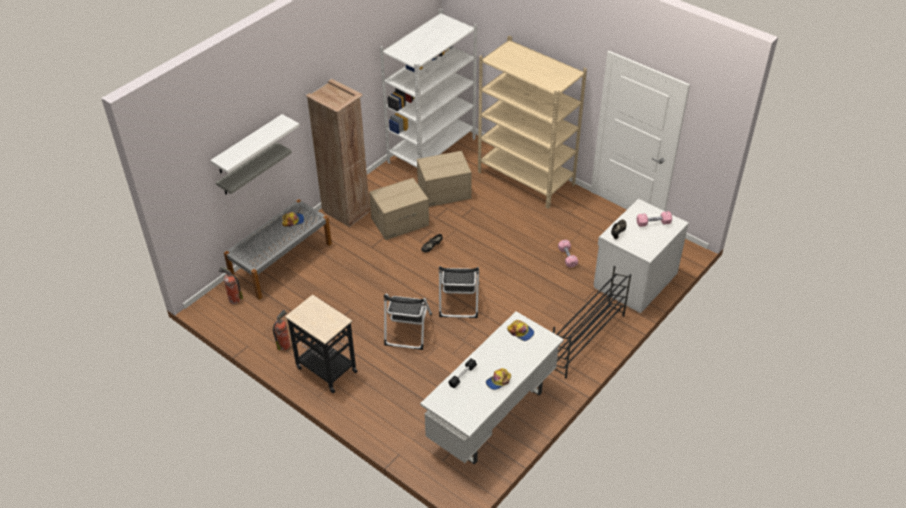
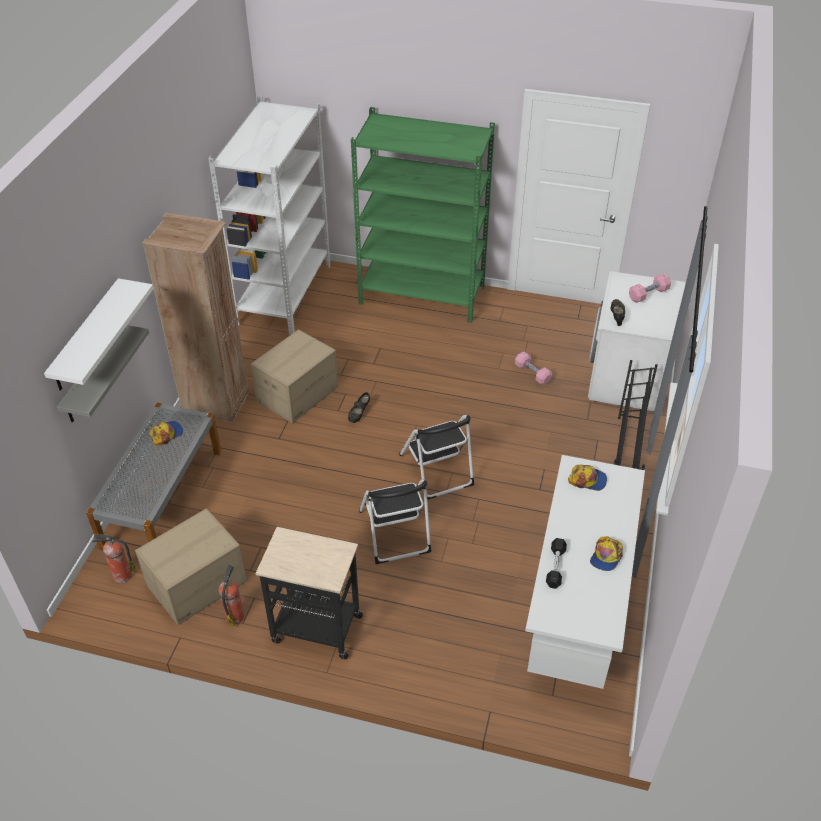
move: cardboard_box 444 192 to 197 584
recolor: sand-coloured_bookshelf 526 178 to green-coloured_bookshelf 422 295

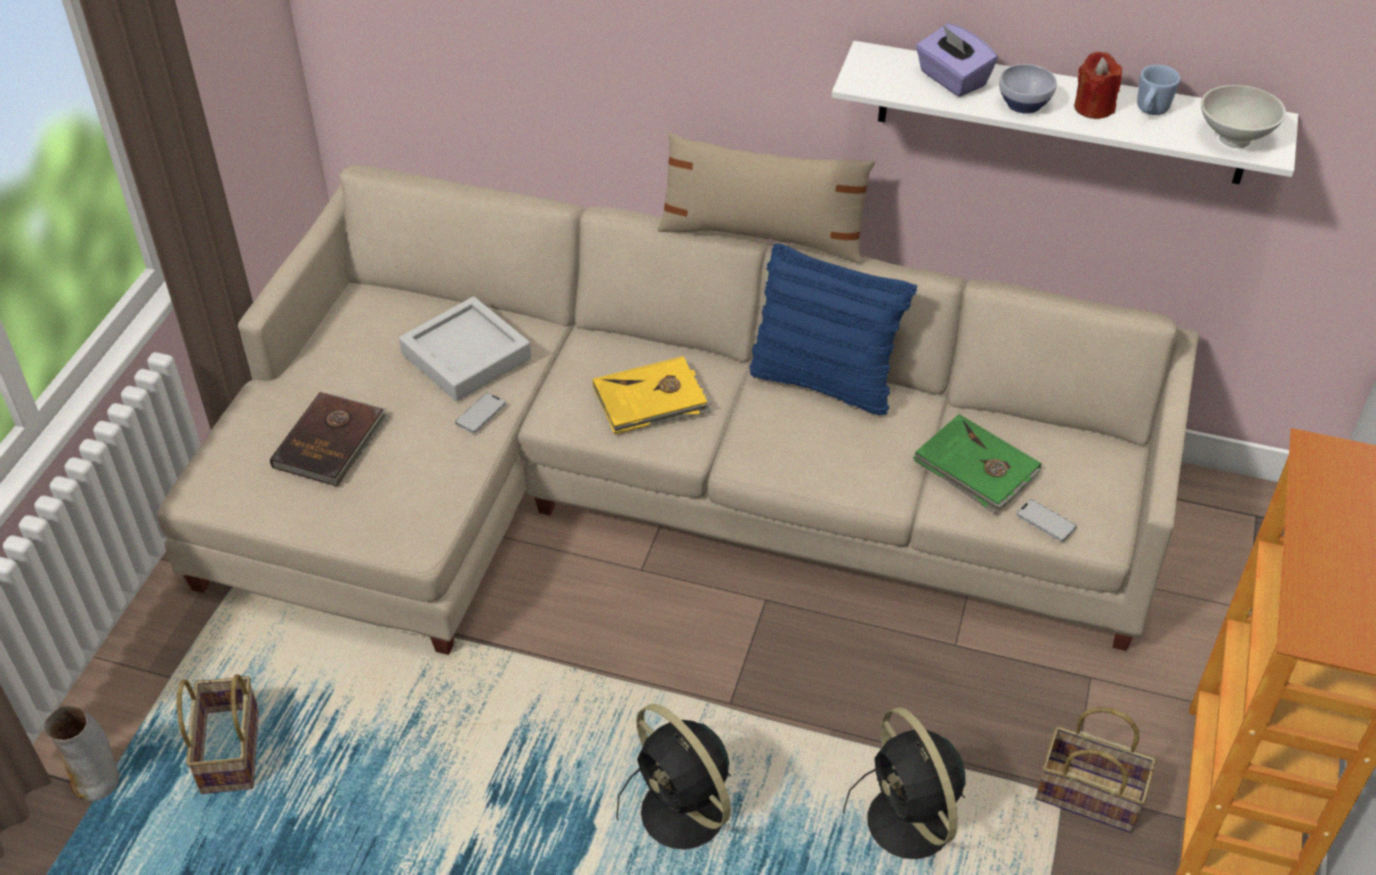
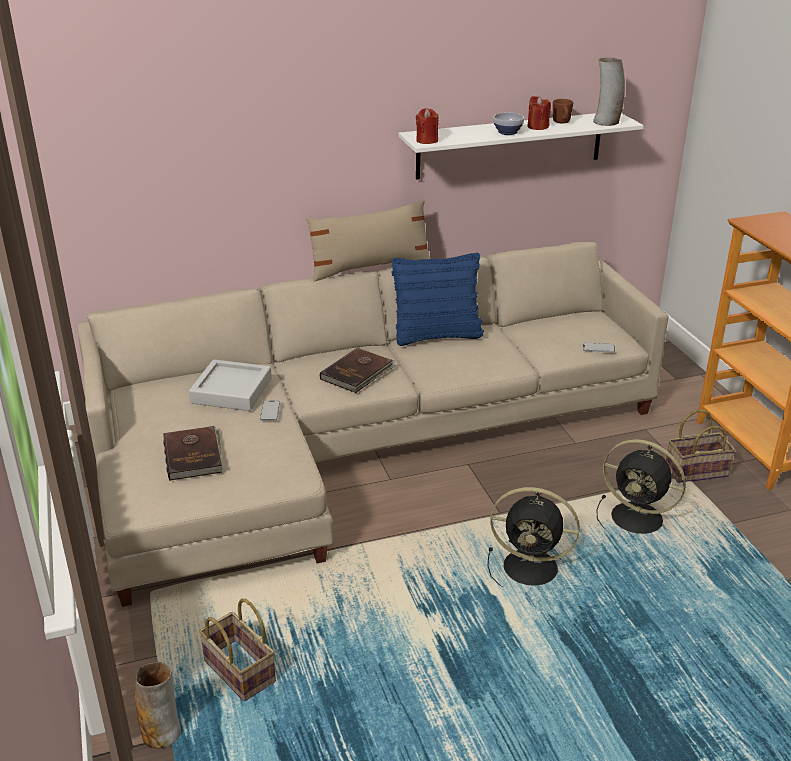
delete: purple-coloured_tissue_box 952 79; green-coloured_book 976 468
insert: red-coloured_wax_light 427 140
replace: white-coloured_serving_bowl 1232 139 to flower_vase 606 122
recolor: blue_mug 1150 111 to brownish_mug 562 123; yellowish_book 651 400 to brownish_book 358 373

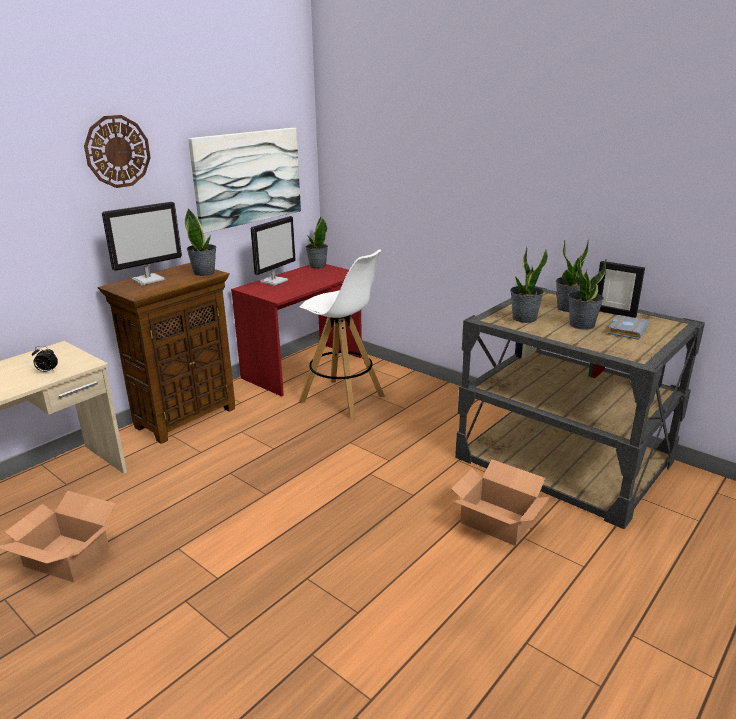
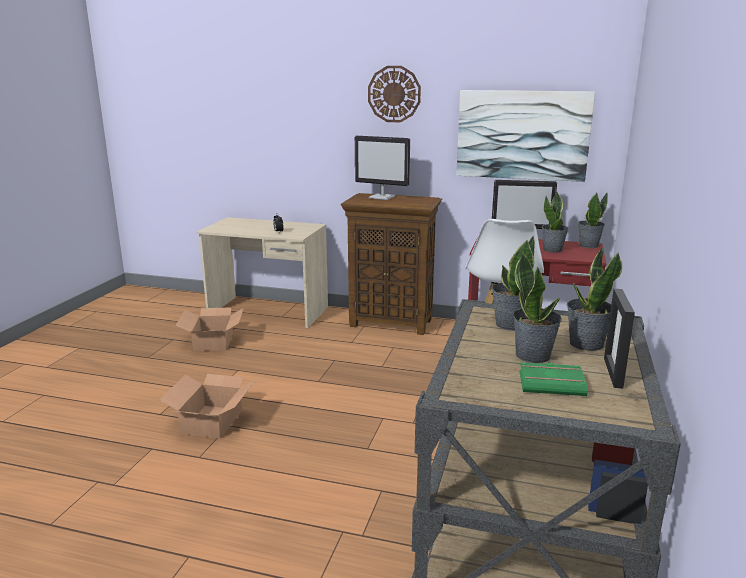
move: potted_plant 204 272 to 552 250; cardboard_box 497 521 to 213 421
recolor: gray_book 626 330 to green-coloured_book 552 383

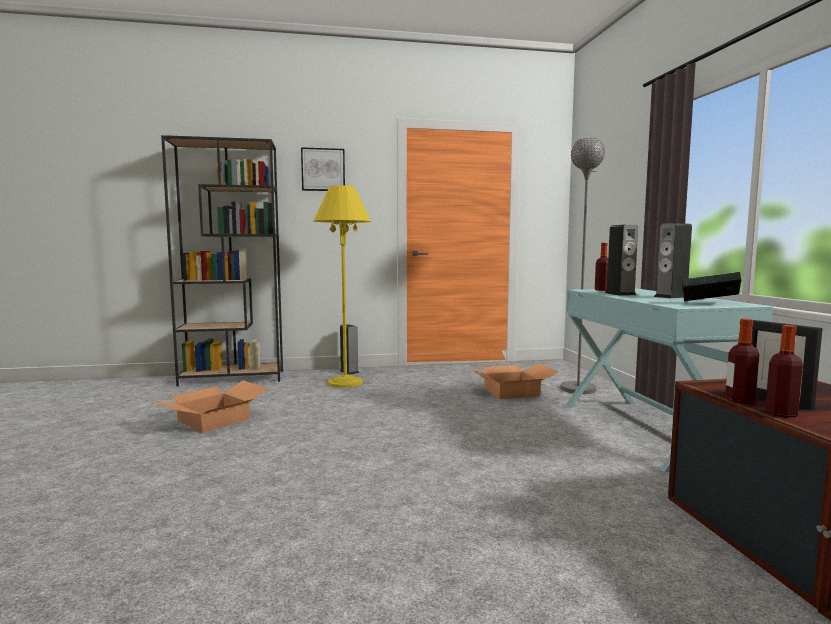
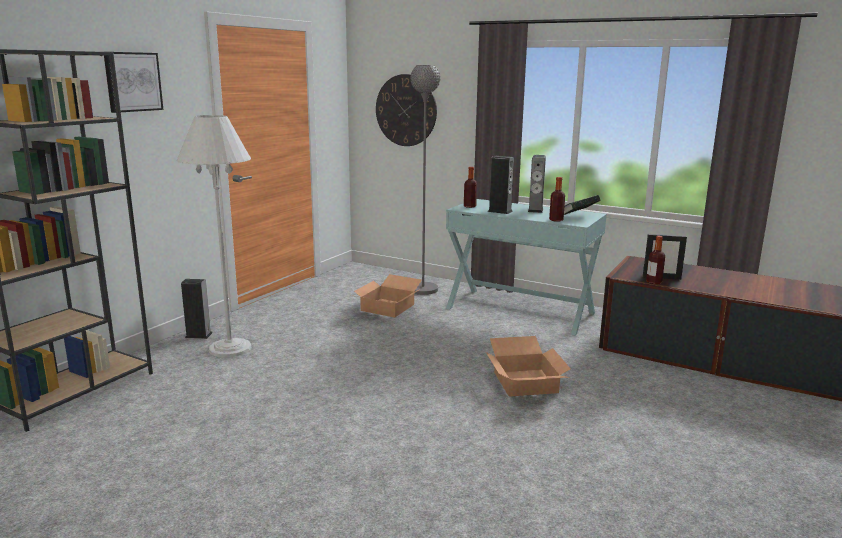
insert: wall_clock 406 110
move: beverage_bottle 781 413 to 556 220; cardboard_box 213 420 to 526 382
recolor: yellowish_standing_lamp 345 382 to white-coloured_standing_lamp 230 348

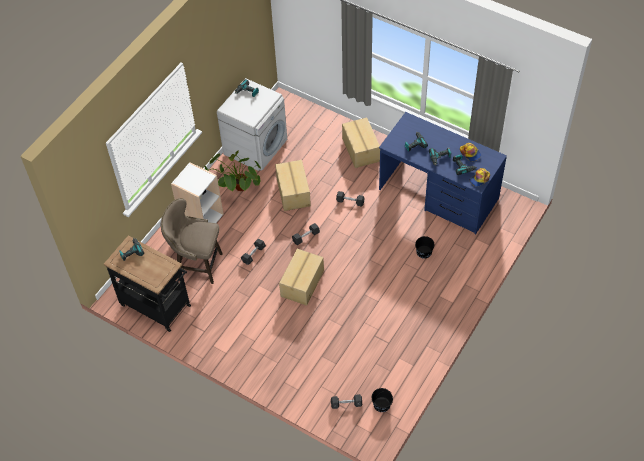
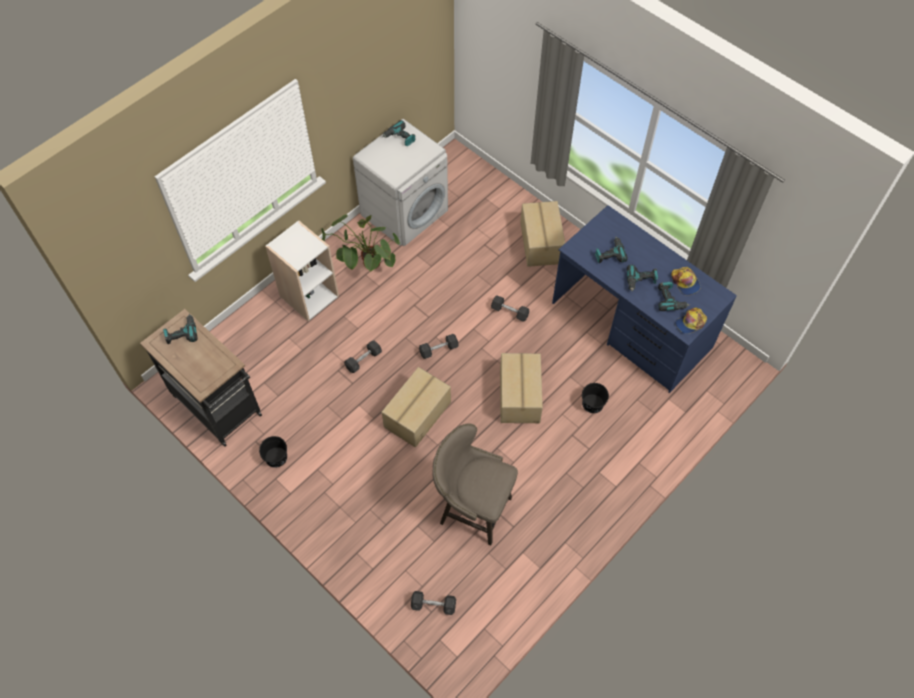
move: cardboard_box 294 192 to 520 395; sand-coloured_stool 197 265 to 472 509; black-coloured_pail 381 404 to 276 457

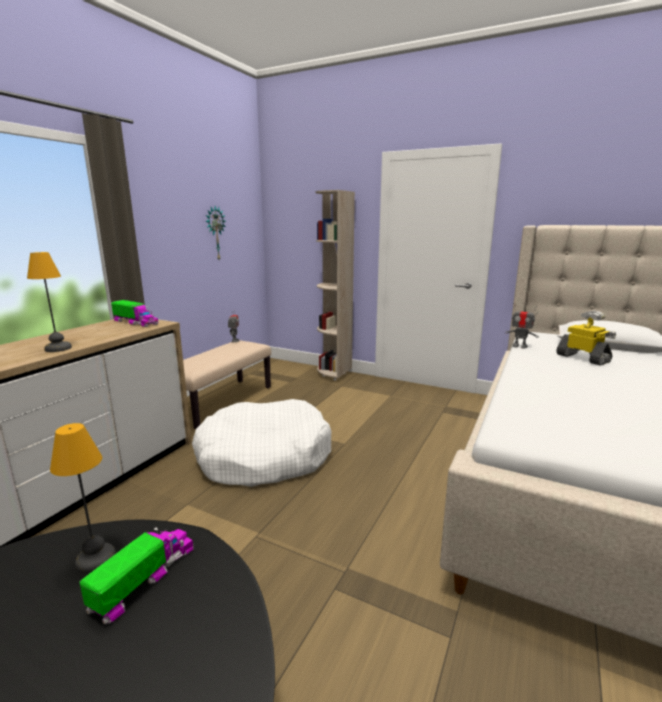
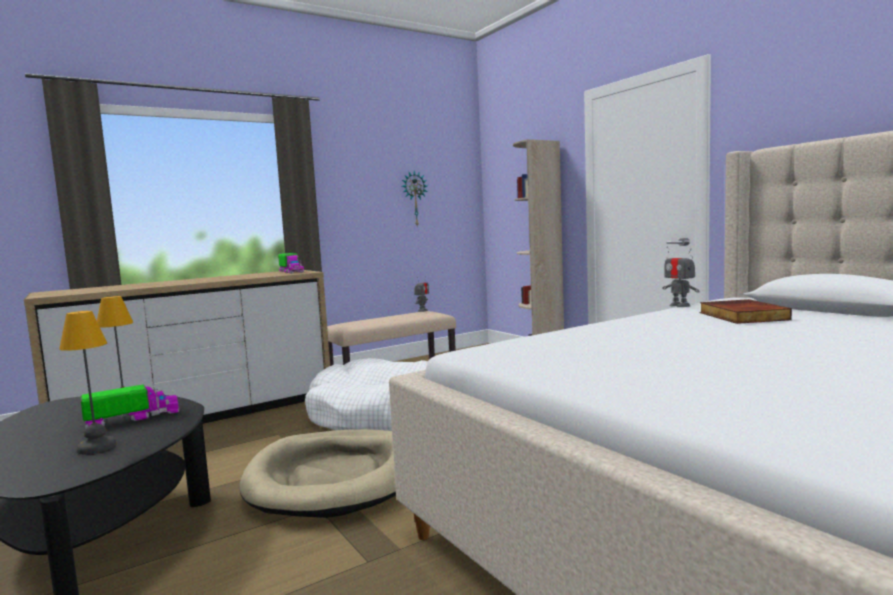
insert: sand-coloured_dog_cushion 334 478
move: table_lamp 58 348 to 96 448
replace: toy_robot 583 358 to book 741 316

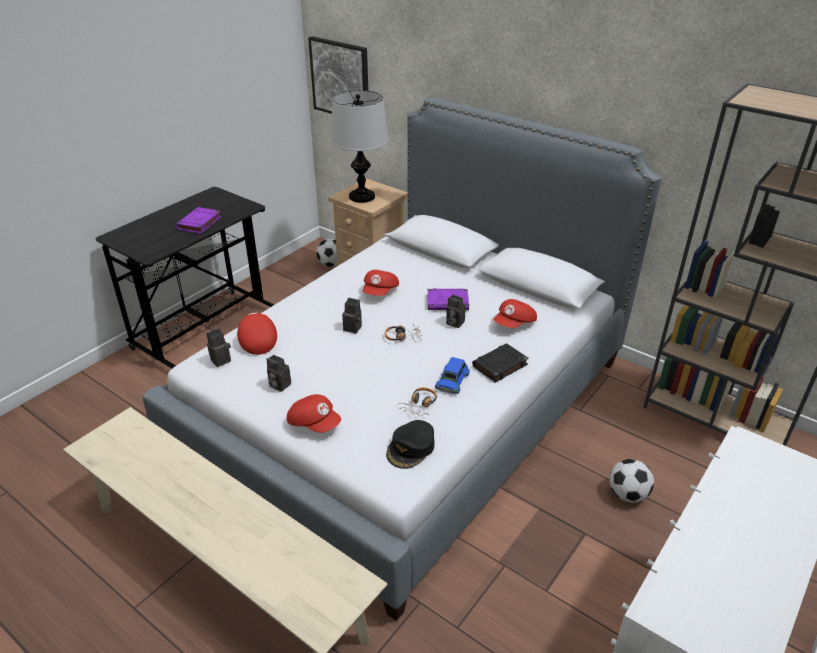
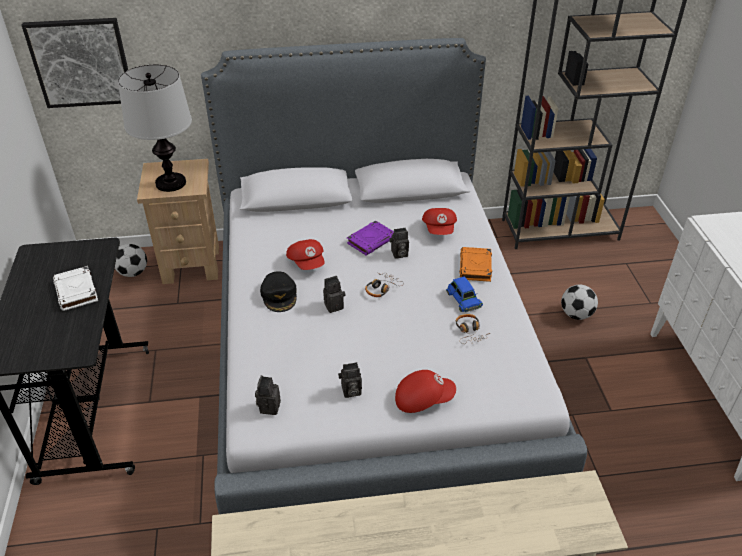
delete: red-coloured_baseball_cap 257 340
move: black-coloured_baseball_cap 411 448 to 279 295
recolor: purple-coloured_book 199 223 to white-coloured_book 76 291; black-coloured_book 499 366 to orange-coloured_book 475 267

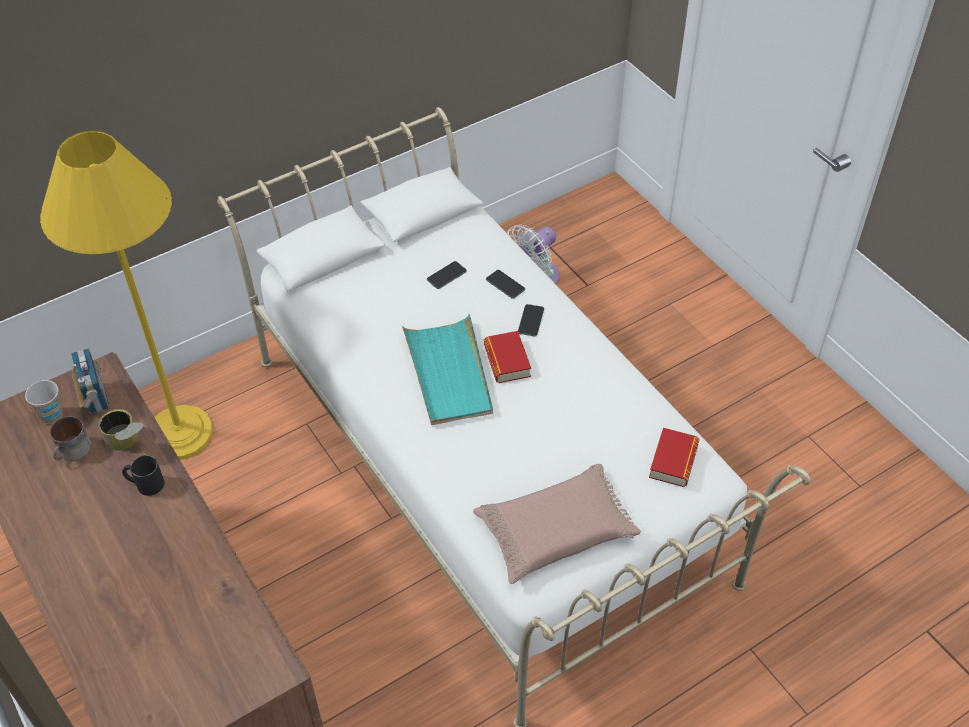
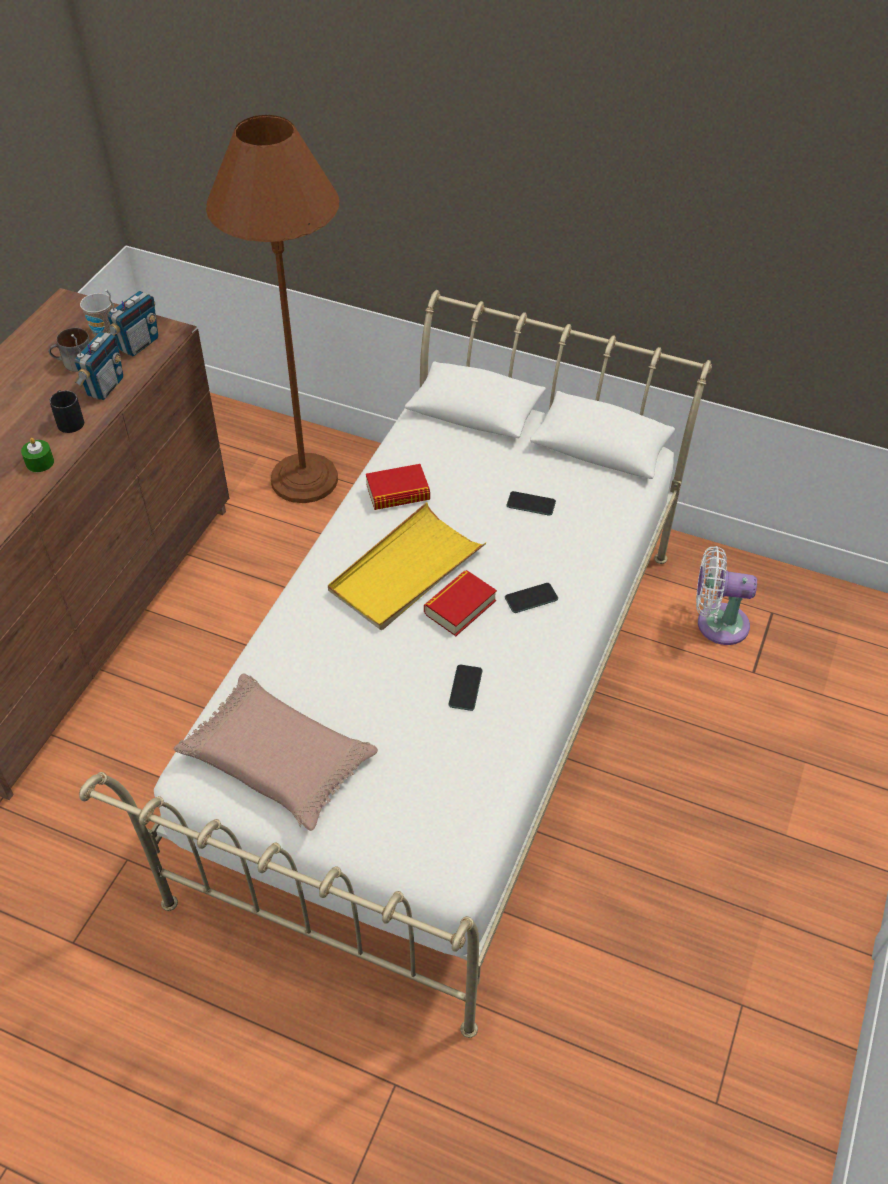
insert: green-coloured_wax_light 40 462
move: handset 505 284 to 465 688; book 673 461 to 398 493
replace: sealed_can 127 443 to radio_set 105 387
recolor: yellowish_standing_lamp 180 433 to brownish_standing_lamp 304 479; turquoise-coloured_carrying_tray 449 373 to yellowish_carrying_tray 405 571

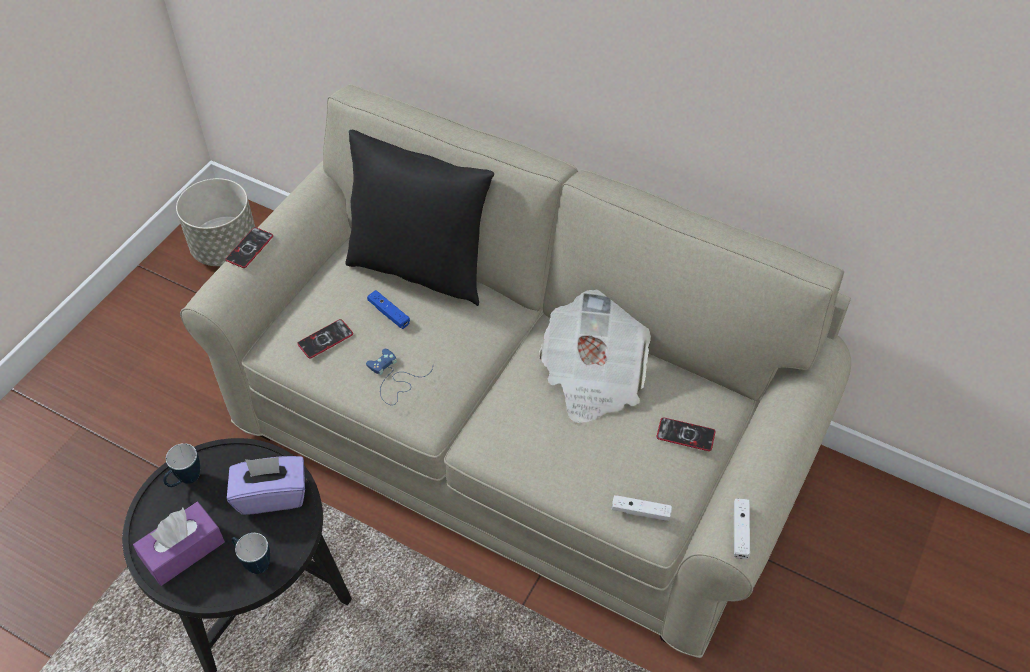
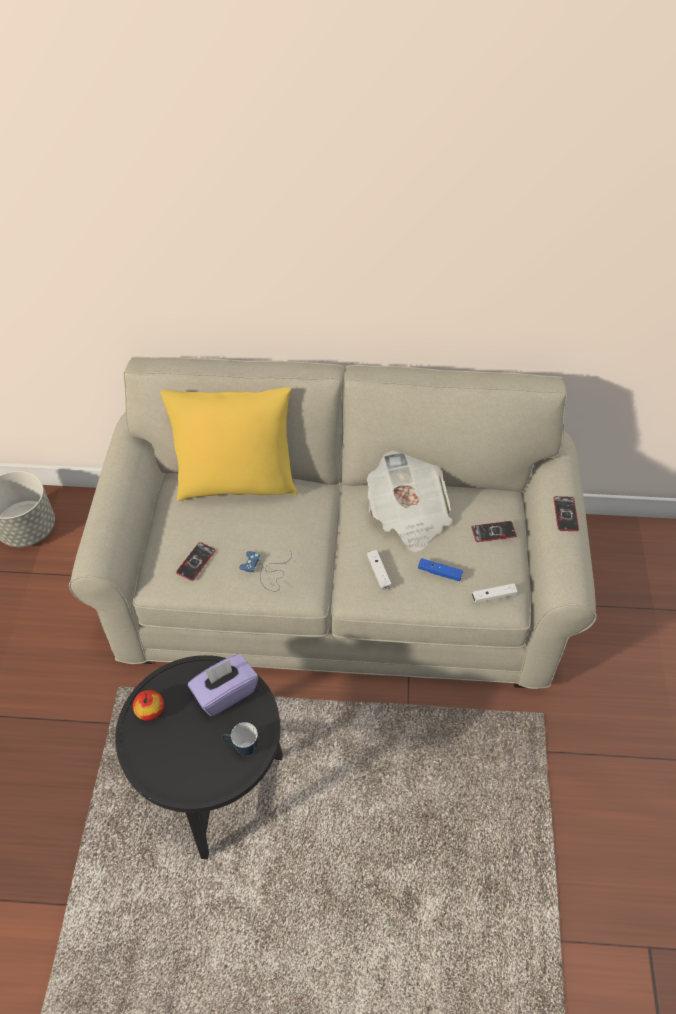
delete: purple-coloured_tissue_box 183 550
move: handset 249 248 to 565 514; blue_game_controller 389 313 to 439 573; white-coloured_game_controller 740 532 to 379 573
replace: mug 185 480 to apple 150 710
recolor: black-coloured_throw_pillow 419 268 to yellowish_throw_pillow 236 483

